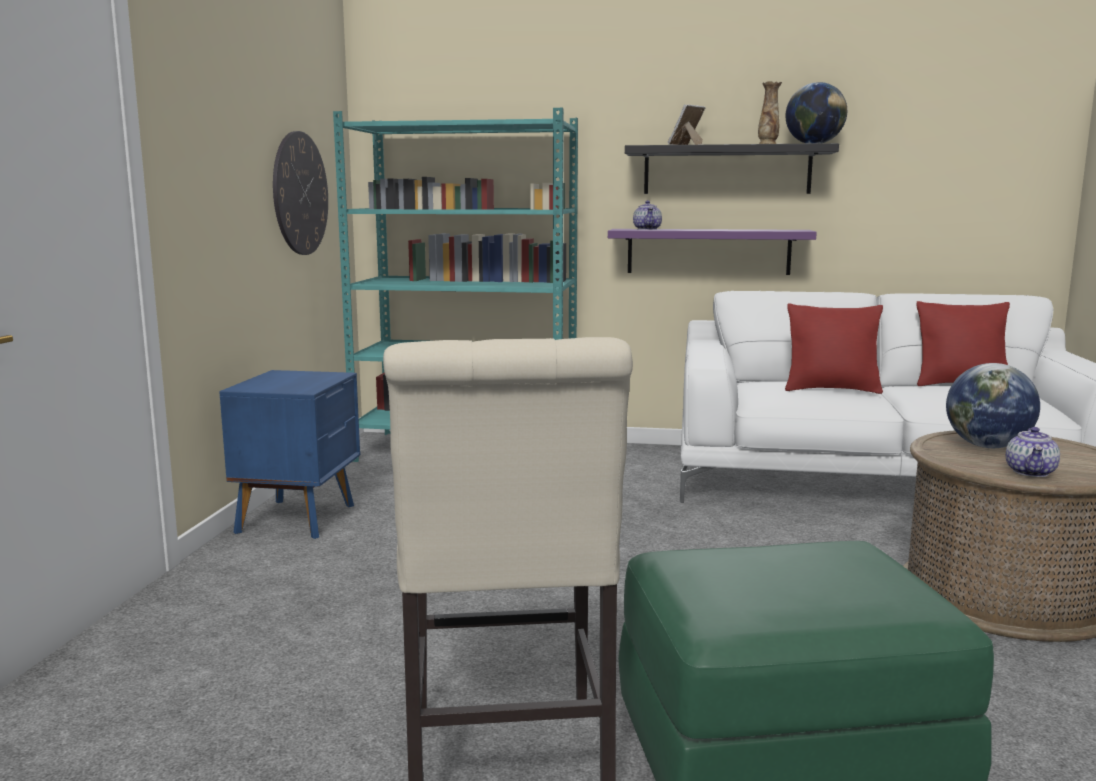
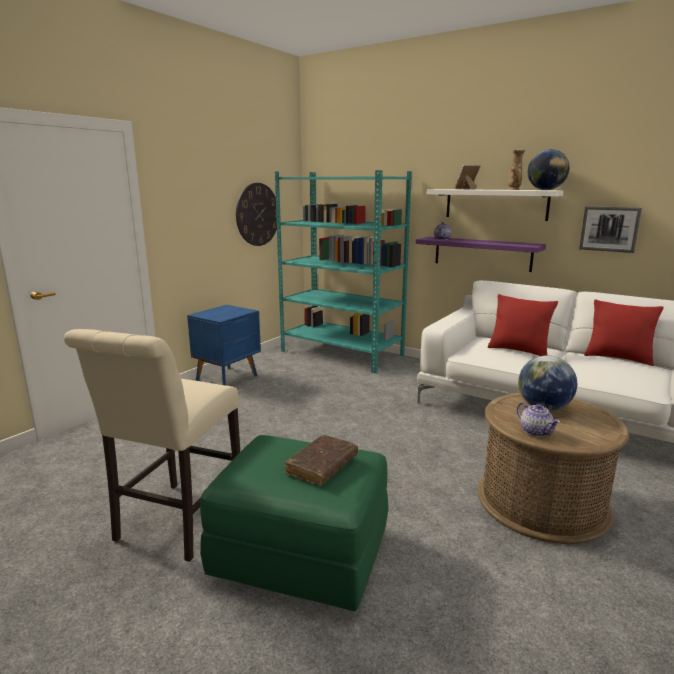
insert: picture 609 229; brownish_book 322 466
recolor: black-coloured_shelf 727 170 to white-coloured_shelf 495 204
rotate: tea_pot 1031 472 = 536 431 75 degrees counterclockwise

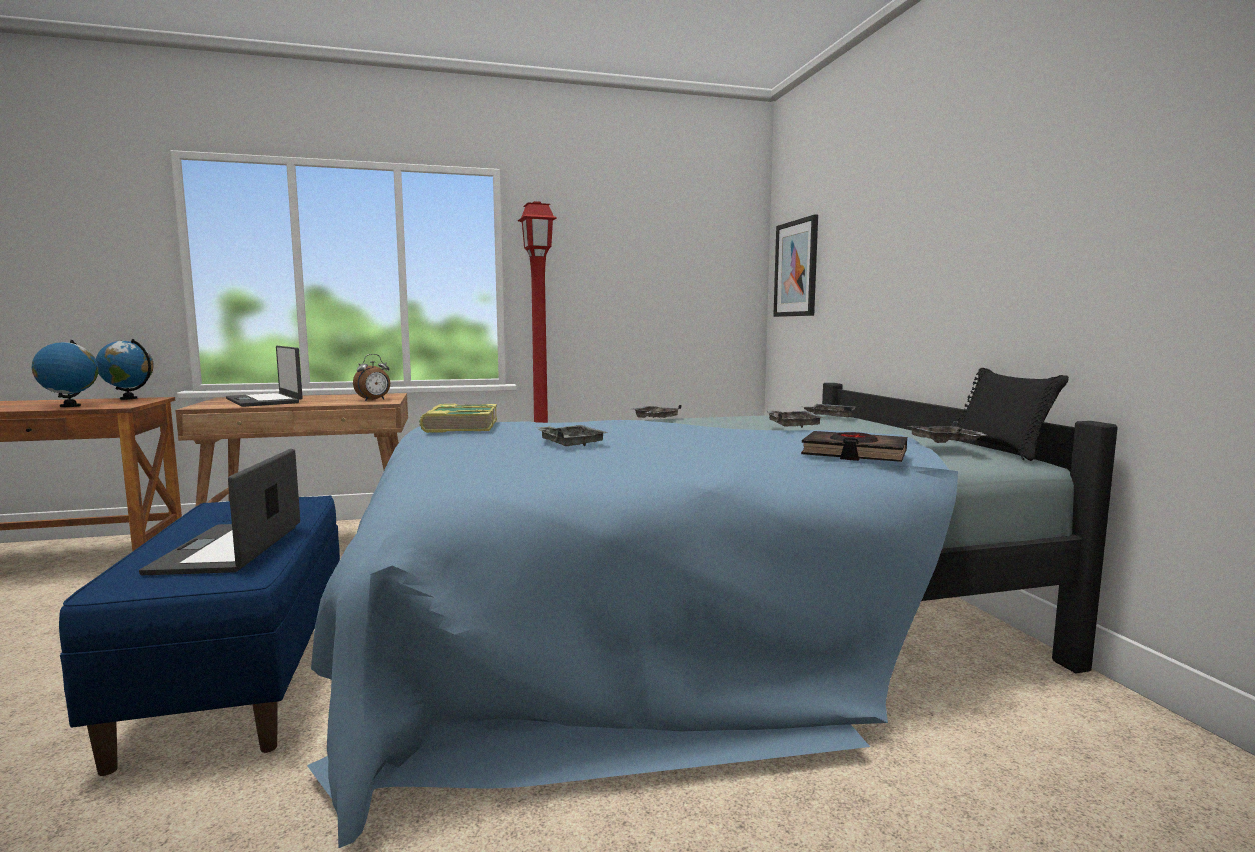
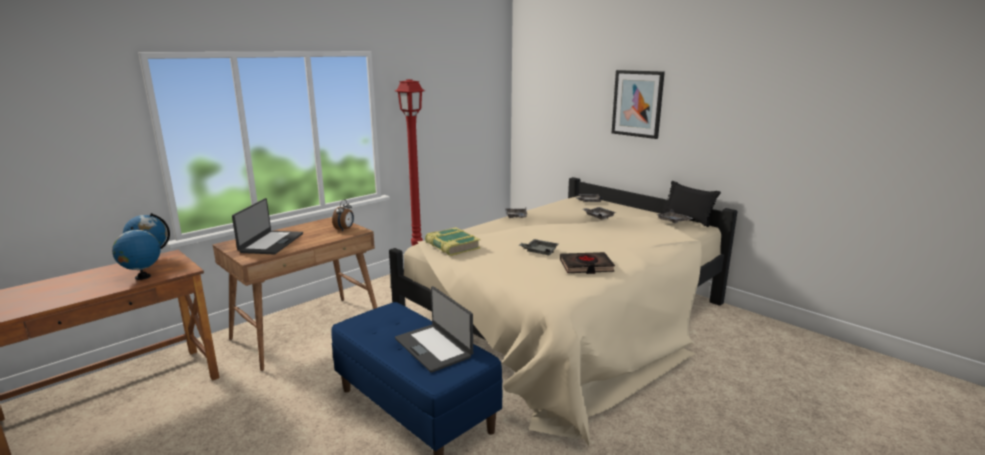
move: picture 796 268 to 637 103; black-coloured_book 854 454 to 586 266
recolor: blue_sleeping_bed 681 617 to sand-coloured_sleeping_bed 568 320
rotate: laptop 265 401 = 271 243 105 degrees counterclockwise

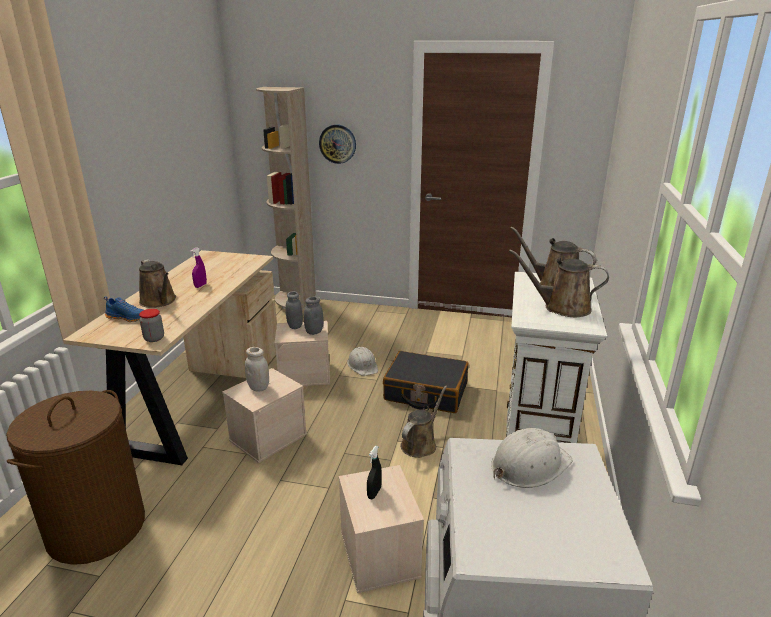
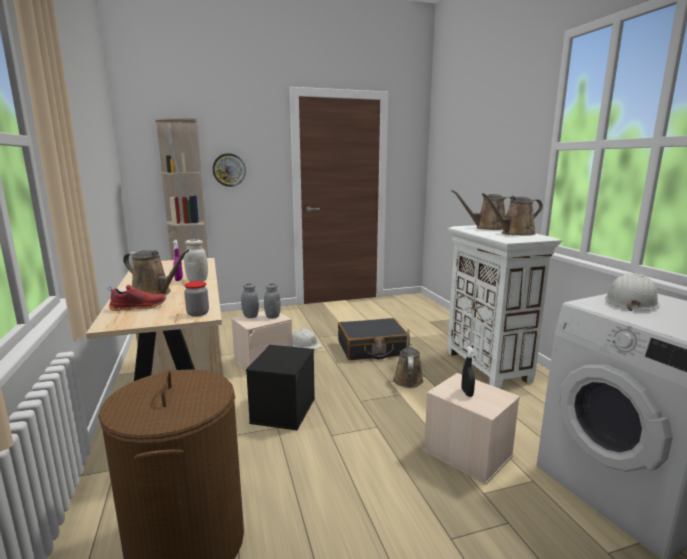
move: white-coloured_storage_jar 258 387 to 197 281
recolor: blue_item_of_footwear 128 317 to red-coloured_item_of_footwear 139 307; sand-coloured_storage_box 268 436 to black-coloured_storage_box 283 410

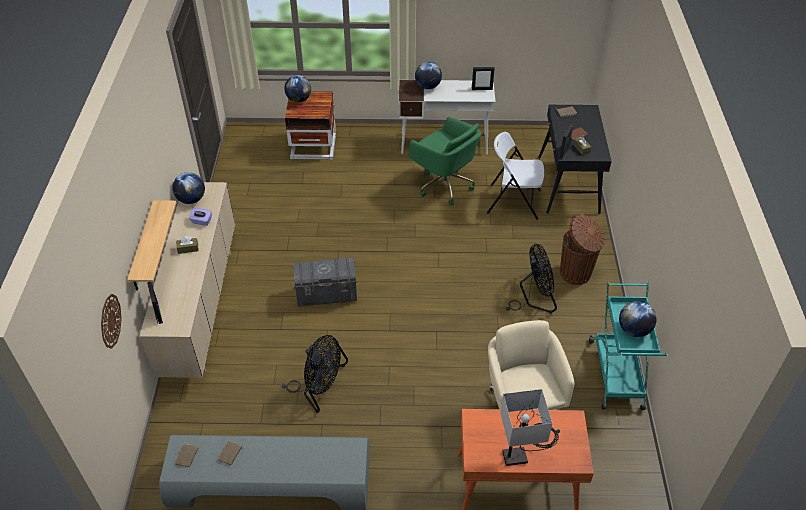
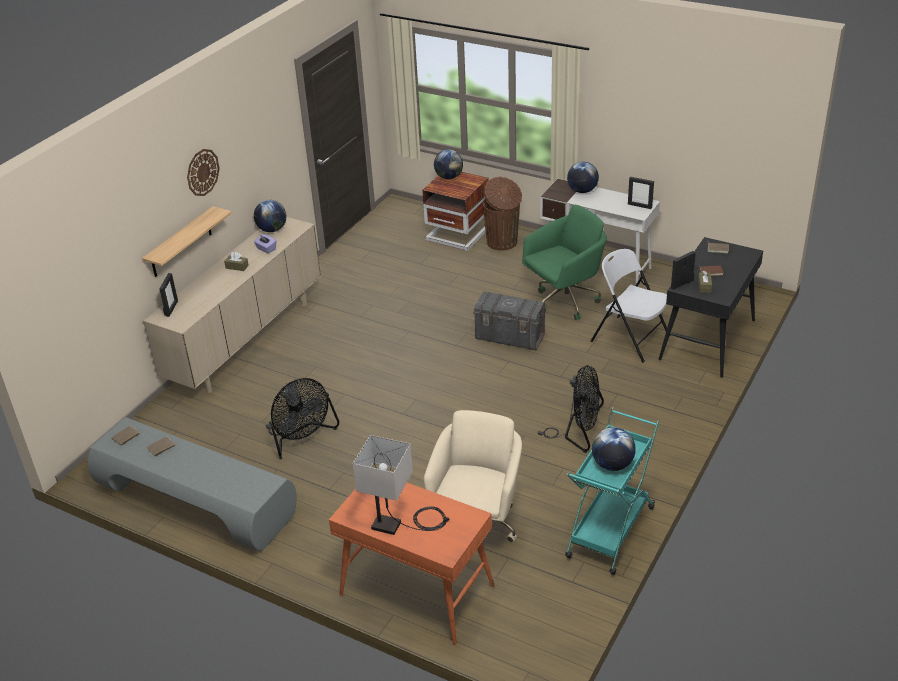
move: brownish_waste_bin 576 273 to 502 242; gray_storage_box 327 294 to 510 337; wall_clock 110 321 to 202 172
rotate: green-coloured_desk_chair 443 185 = 564 303 105 degrees counterclockwise

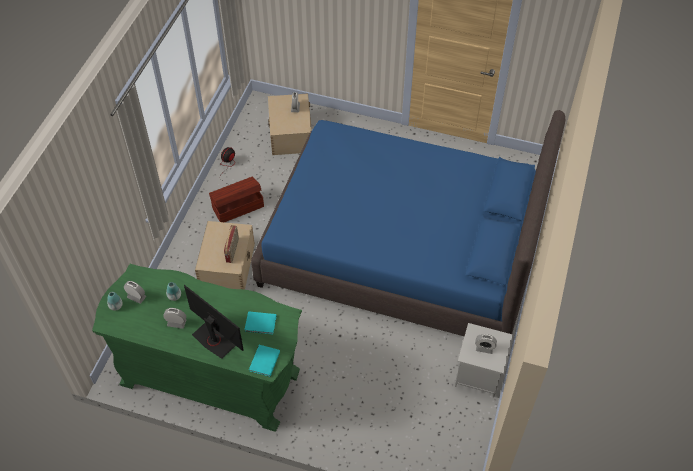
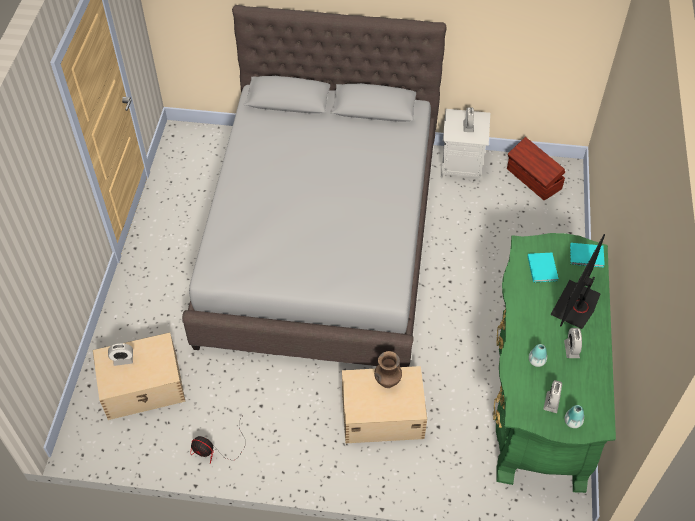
move: brownish_storage_box 237 207 to 533 179
replace: radio_set 233 250 to brownish_flower_vase 387 382
recolor: blue_sleeping_bed 401 250 to gray_sleeping_bed 321 240

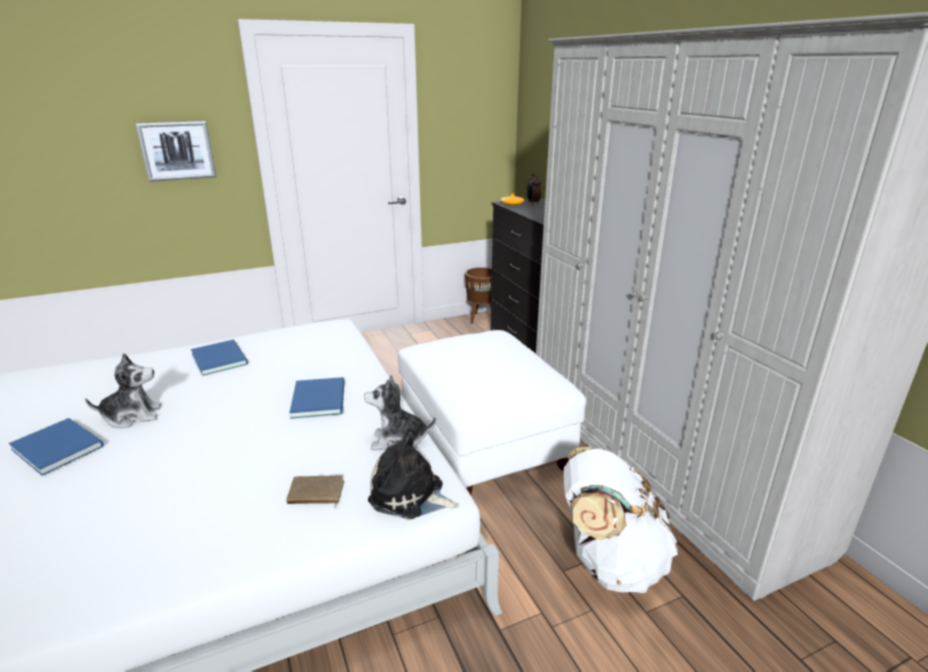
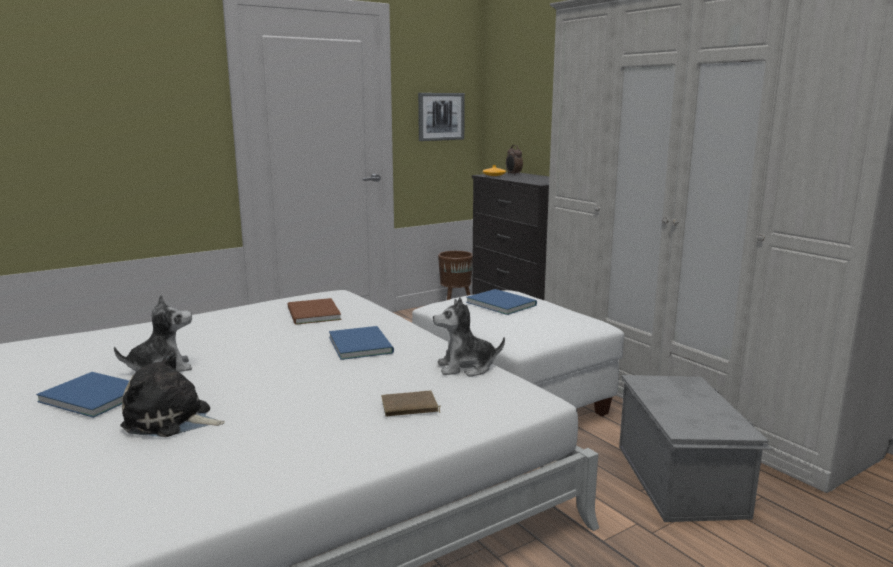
insert: brownish_book 312 314
move: picture 177 150 to 440 116; blue_book 220 358 to 500 303; plush_toy 410 496 to 171 420
replace: white-coloured_knapsack 609 561 to gray_storage_box 681 479

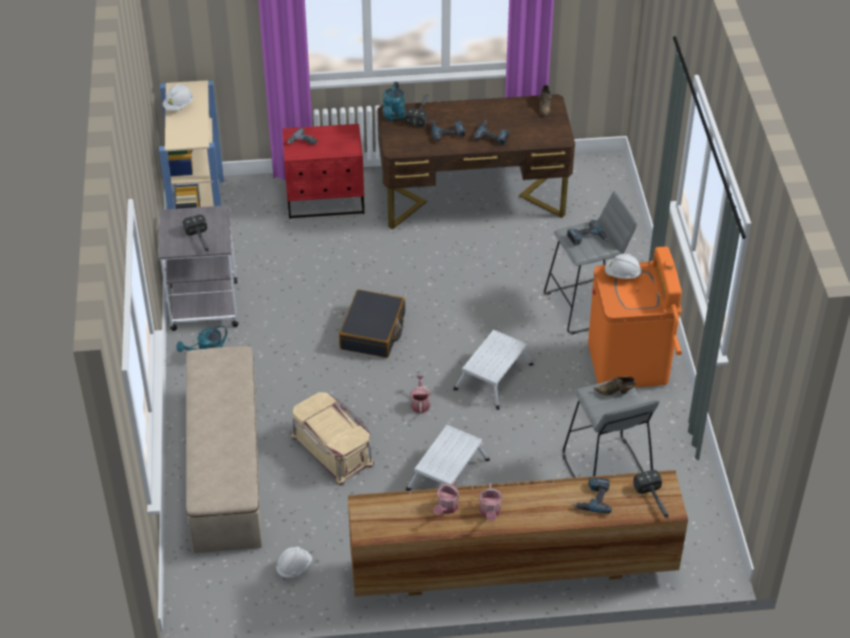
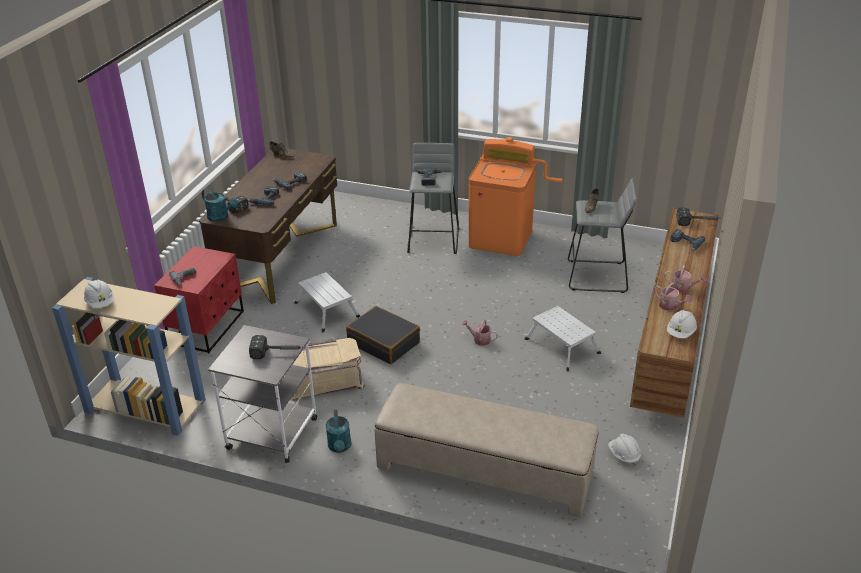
move: white-coloured_safety_helmet 622 274 to 681 332; white-coloured_step_stool 494 376 to 326 309; sand-coloured_storage_box 333 449 to 324 381

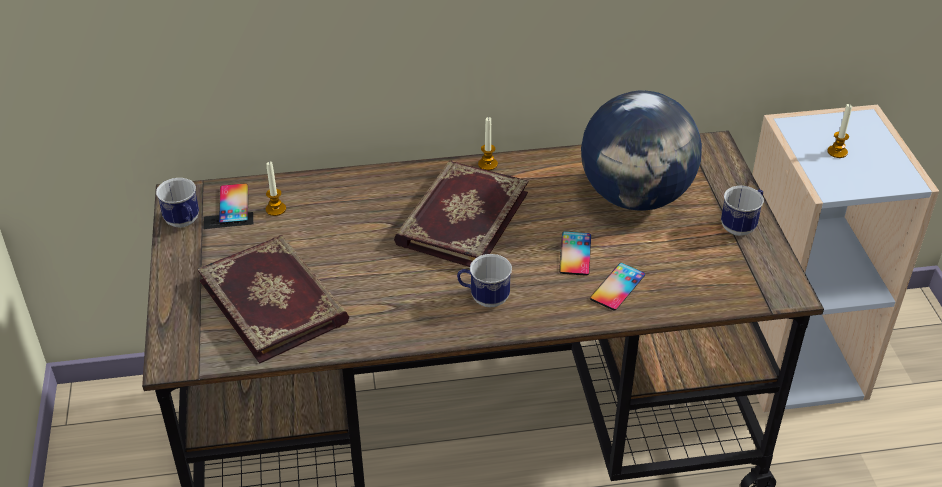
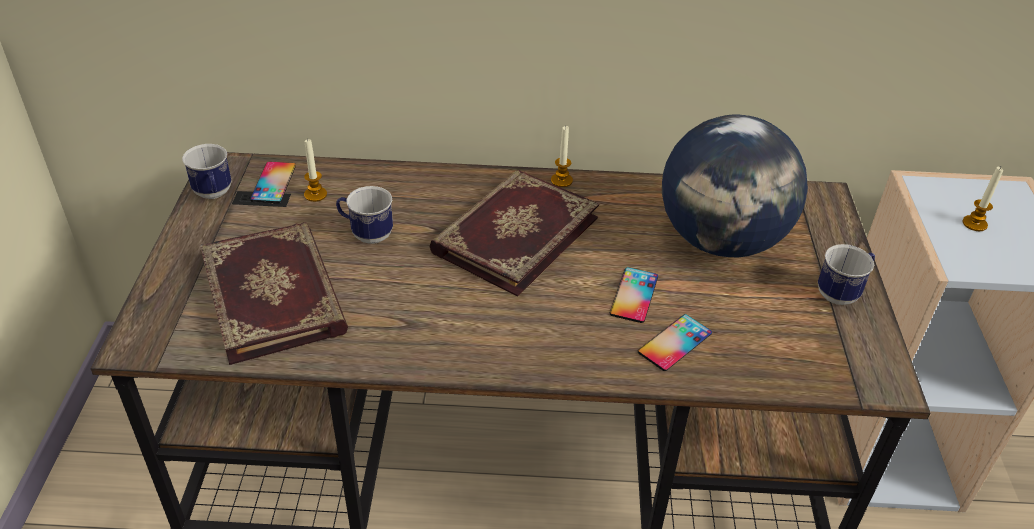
move: mug 484 299 to 366 234

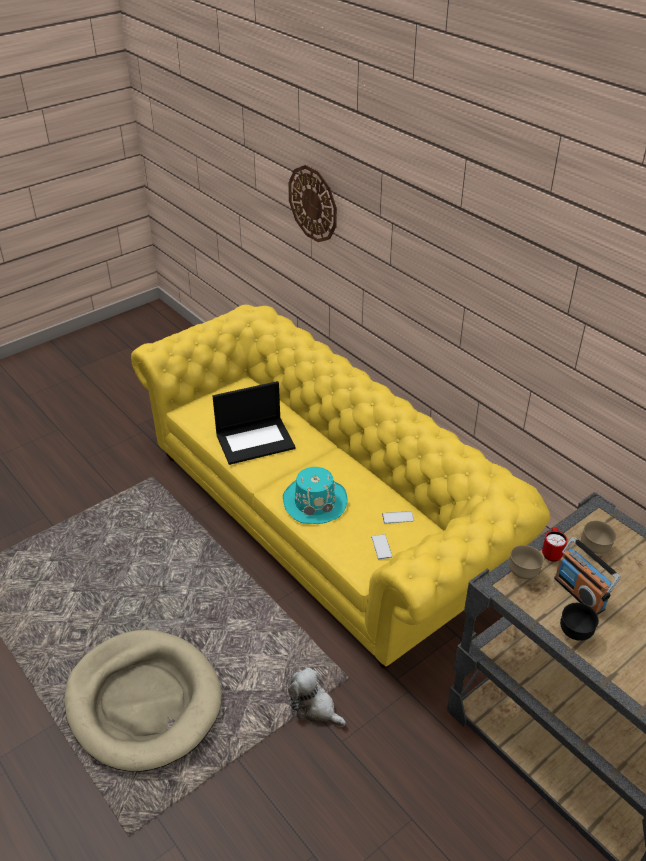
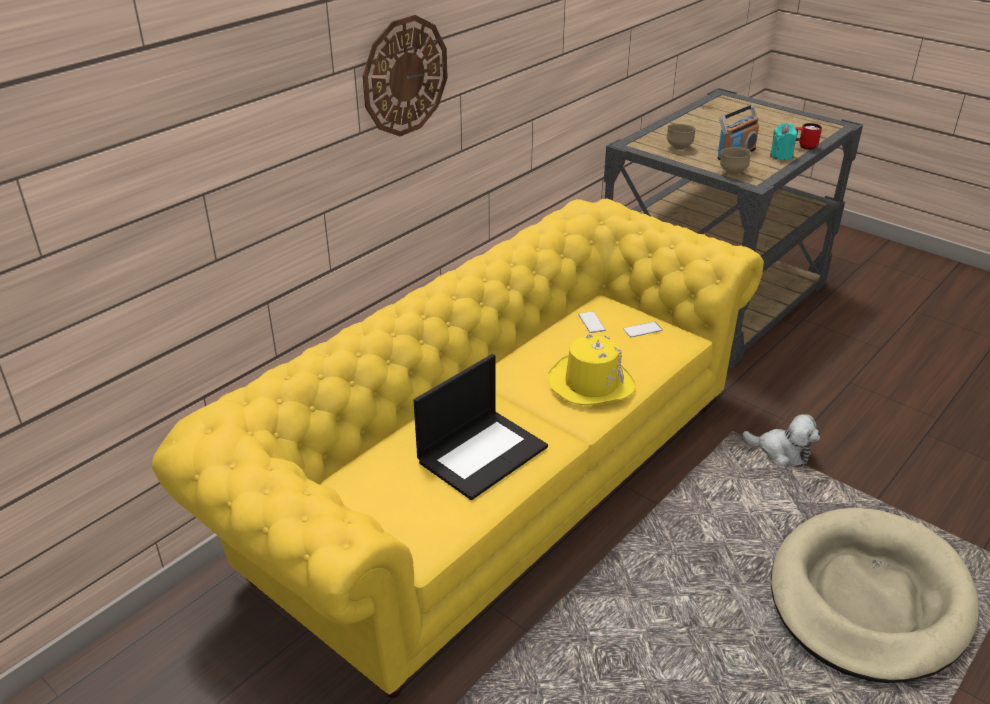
move: wall_clock 313 203 to 405 76; red-coloured_mug 551 552 to 804 147
replace: black-coloured_serving_bowl 575 633 to turquoise-coloured_wax_light 781 155
recolor: turquoise-coloured_wearable_hat 315 501 to yellowish_wearable_hat 590 383
rotate: laptop 255 440 = 482 453 75 degrees clockwise; plush_toy 314 707 = 782 452 90 degrees counterclockwise

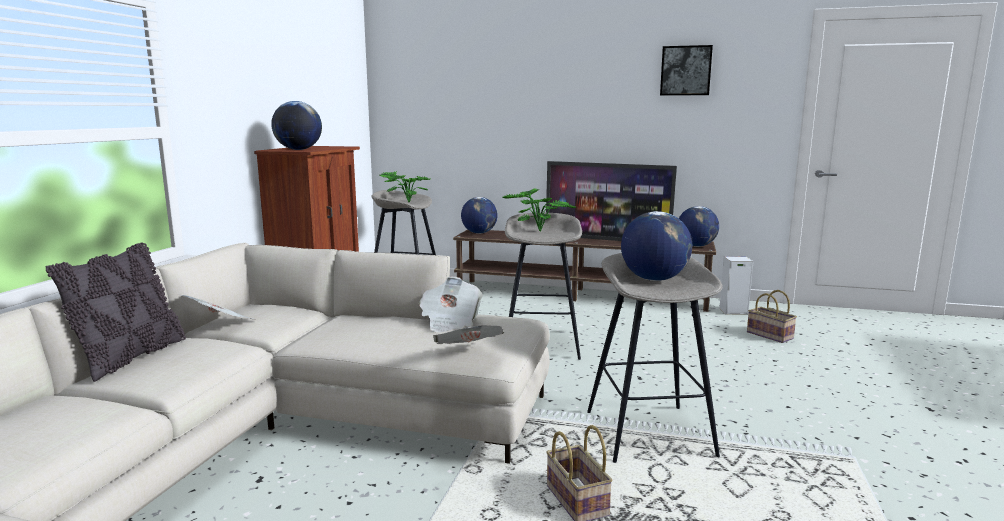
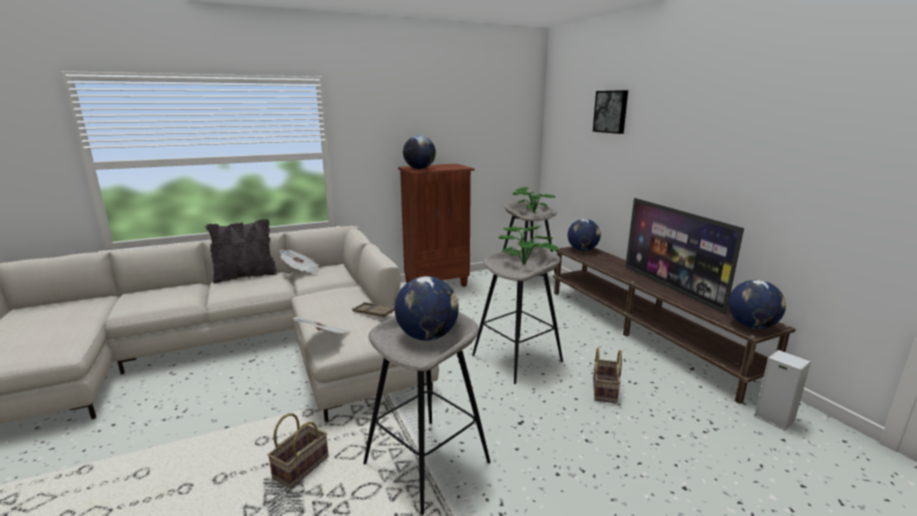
move: picture 685 71 to 611 111; storage_basket 771 335 to 605 391
replace: printed_paper 449 321 to brownish_carrying_tray 373 313

